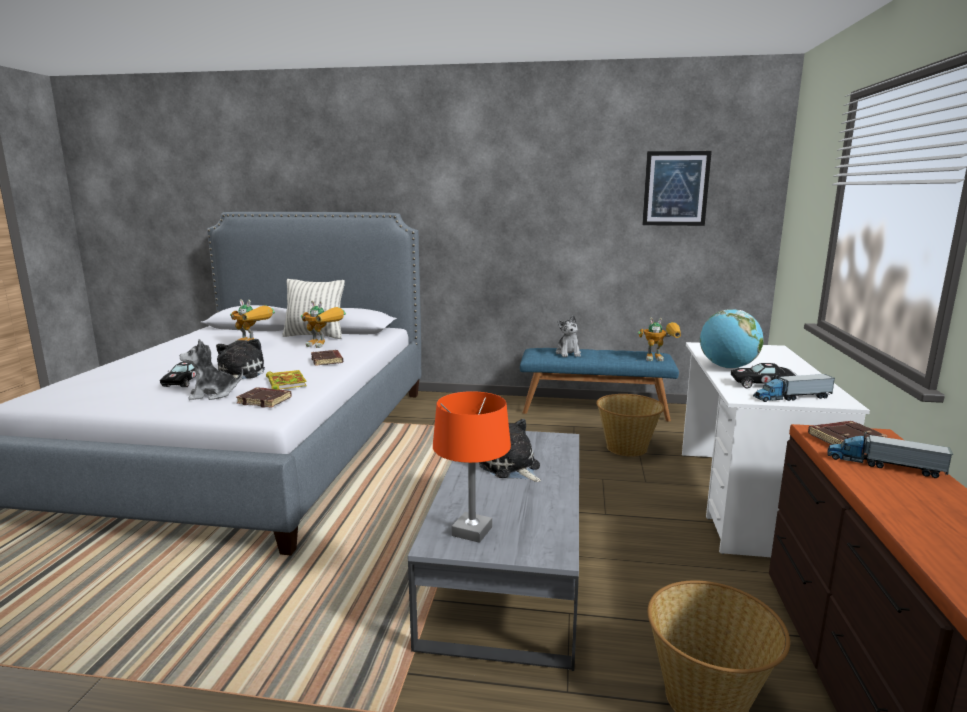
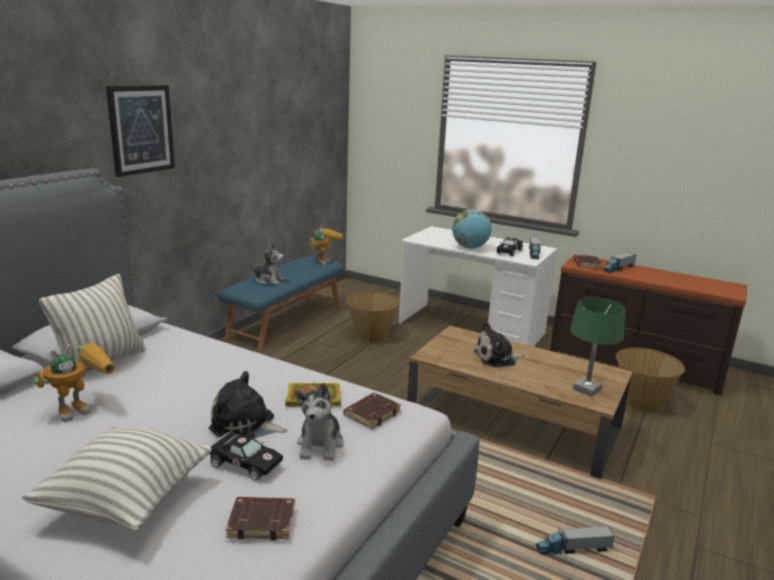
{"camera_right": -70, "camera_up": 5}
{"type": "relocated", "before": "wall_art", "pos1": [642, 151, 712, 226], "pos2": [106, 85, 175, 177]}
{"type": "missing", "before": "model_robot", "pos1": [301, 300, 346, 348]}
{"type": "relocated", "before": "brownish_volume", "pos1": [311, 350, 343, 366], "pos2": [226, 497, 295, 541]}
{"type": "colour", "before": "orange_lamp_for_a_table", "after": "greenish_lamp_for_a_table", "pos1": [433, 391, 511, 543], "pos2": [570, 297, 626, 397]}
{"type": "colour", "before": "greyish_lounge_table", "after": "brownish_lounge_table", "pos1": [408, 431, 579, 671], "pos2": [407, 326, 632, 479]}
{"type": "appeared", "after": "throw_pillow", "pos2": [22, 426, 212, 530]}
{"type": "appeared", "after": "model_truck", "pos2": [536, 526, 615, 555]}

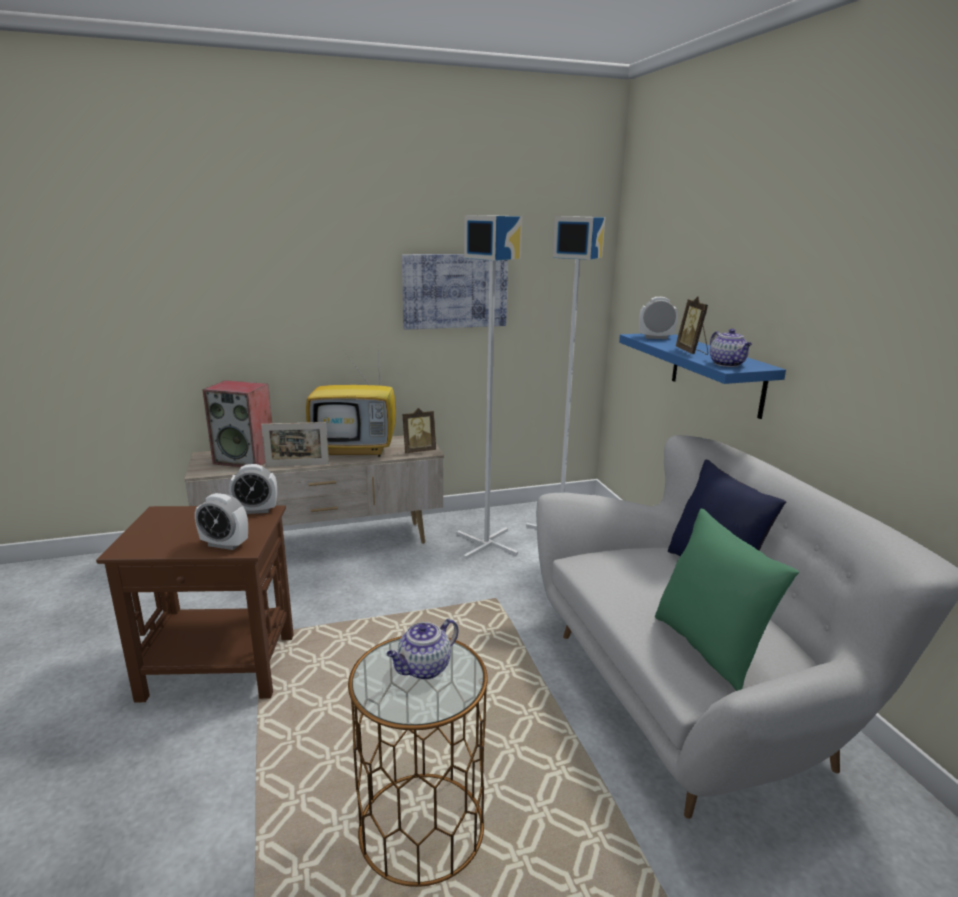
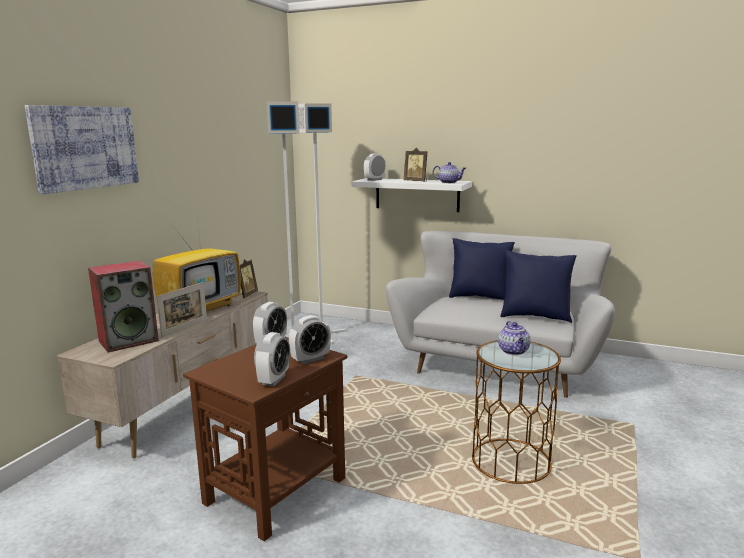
{"camera_right": -50, "camera_up": -5}
{"type": "relocated", "before": "wall_art", "pos1": [402, 254, 508, 330], "pos2": [25, 105, 139, 194]}
{"type": "colour", "before": "blue_wall_shelf", "after": "white_wall_shelf", "pos1": [619, 334, 786, 419], "pos2": [352, 178, 472, 212]}
{"type": "colour", "before": "greenish_throw_pillow", "after": "blue_throw_pillow", "pos1": [655, 509, 799, 691], "pos2": [500, 250, 577, 323]}
{"type": "appeared", "after": "table_clock", "pos2": [254, 332, 290, 386]}

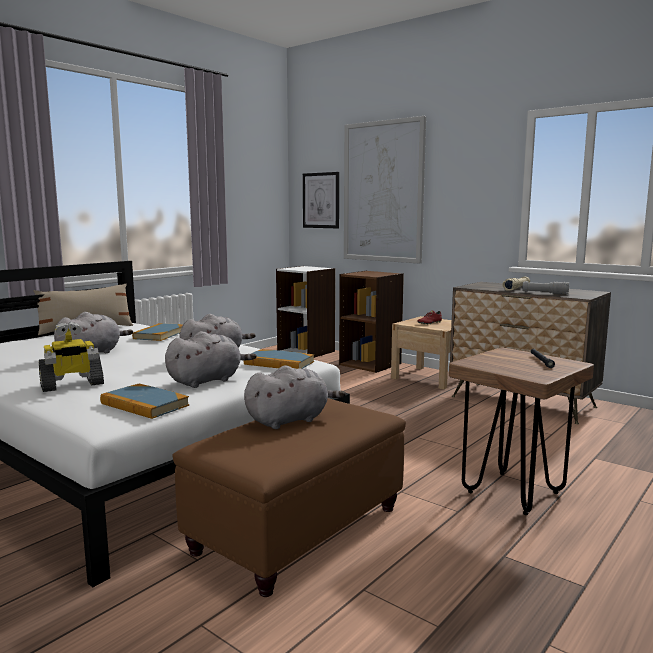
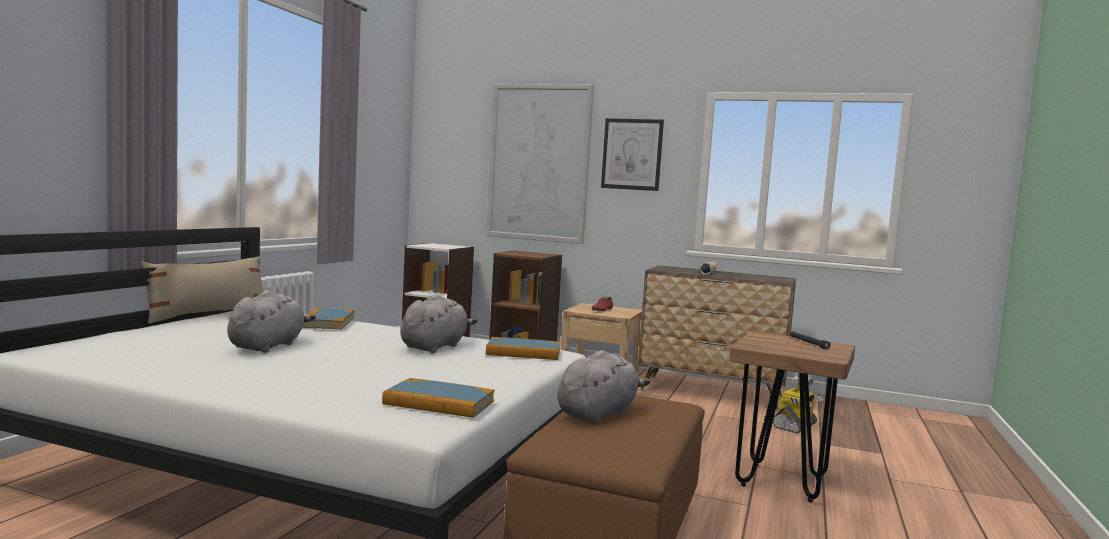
{"camera_right": -20, "camera_up": -5}
{"type": "relocated", "before": "wall_art", "pos1": [303, 172, 339, 228], "pos2": [601, 118, 664, 191]}
{"type": "missing", "before": "greyish_torch", "pos1": [522, 281, 569, 294]}
{"type": "relocated", "before": "model_robot", "pos1": [39, 322, 104, 392], "pos2": [773, 375, 824, 433]}
{"type": "missing", "before": "greyish_soft_toy", "pos1": [165, 331, 257, 388]}

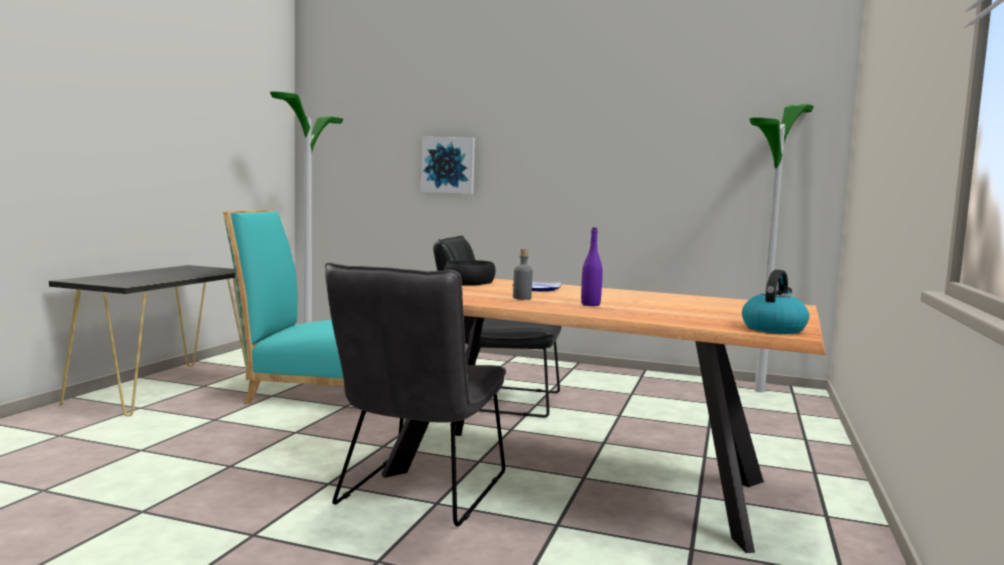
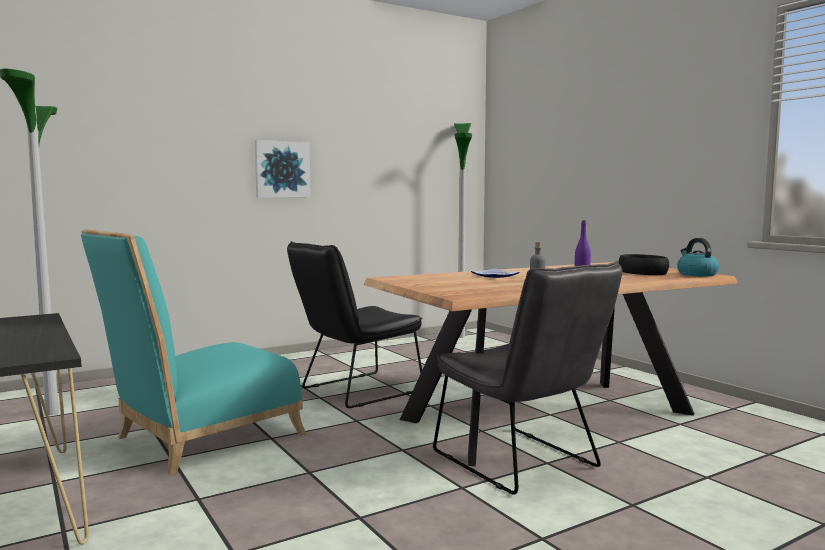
{"camera_right": -50, "camera_up": 0}
{"type": "relocated", "before": "wall_art", "pos1": [421, 137, 475, 194], "pos2": [255, 140, 311, 197]}
{"type": "relocated", "before": "black_bowl", "pos1": [444, 260, 495, 285], "pos2": [618, 254, 669, 275]}

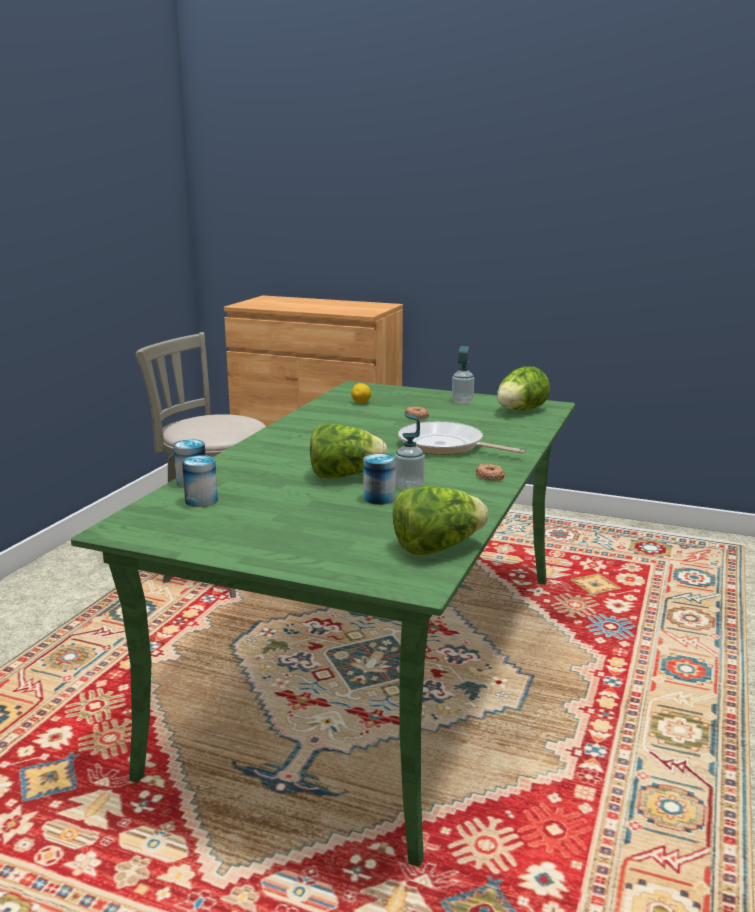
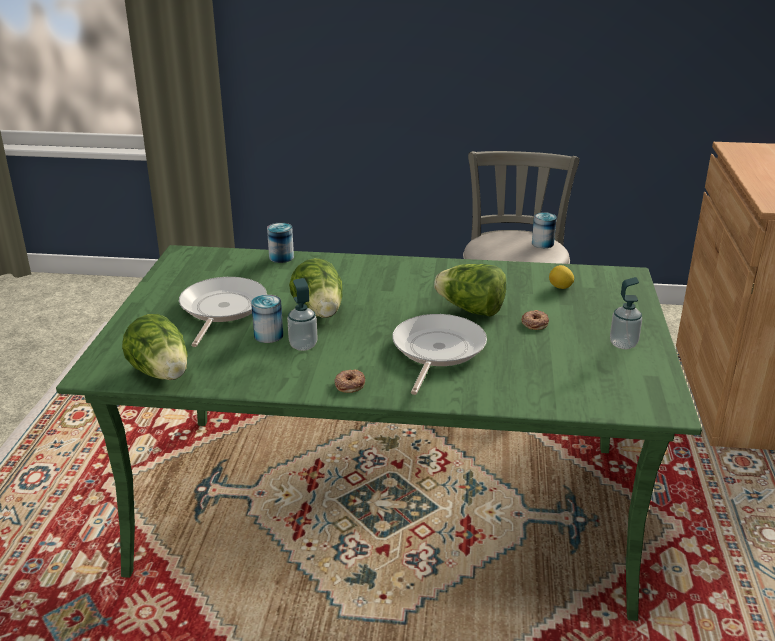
{"camera_right": 75, "camera_up": 10}
{"type": "relocated", "before": "lettuce_head", "pos1": [497, 366, 550, 411], "pos2": [434, 264, 506, 317]}
{"type": "relocated", "before": "can", "pos1": [182, 455, 218, 507], "pos2": [532, 212, 557, 248]}
{"type": "appeared", "after": "skillet", "pos2": [179, 277, 267, 347]}

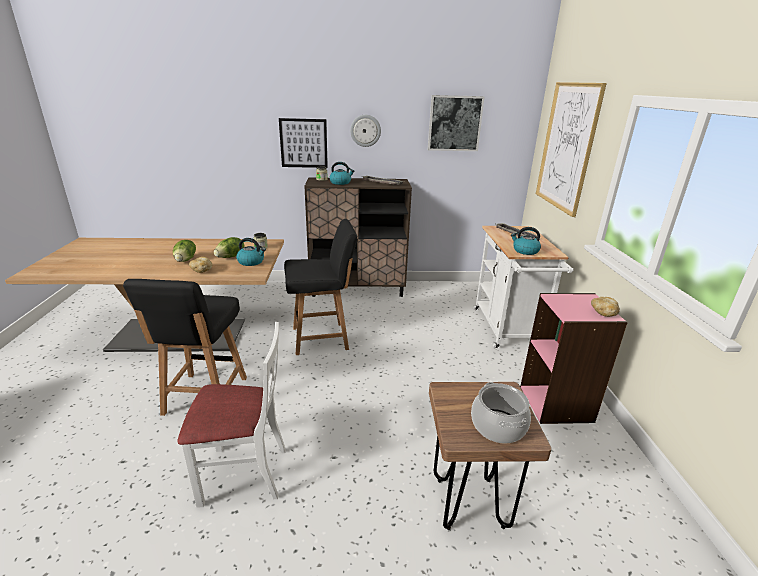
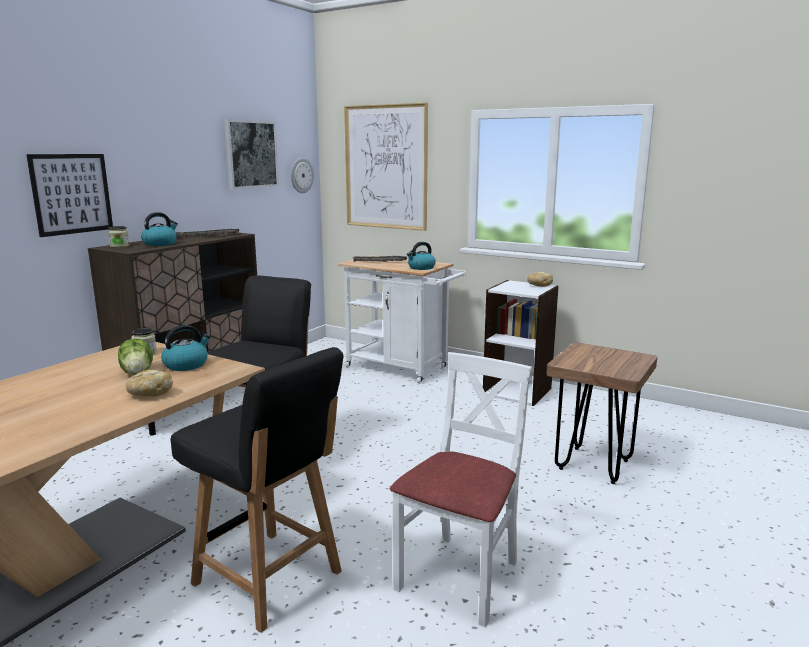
{"camera_right": -55, "camera_up": -10}
{"type": "relocated", "before": "hanging_clock", "pos1": [350, 115, 381, 147], "pos2": [291, 158, 314, 193]}
{"type": "missing", "before": "lettuce_head", "pos1": [173, 240, 196, 262]}
{"type": "colour", "before": "pink-coloured_bookcase", "after": "white_bookcase", "pos1": [520, 293, 628, 424], "pos2": [483, 280, 559, 406]}
{"type": "missing", "before": "saucepot", "pos1": [471, 382, 531, 444]}

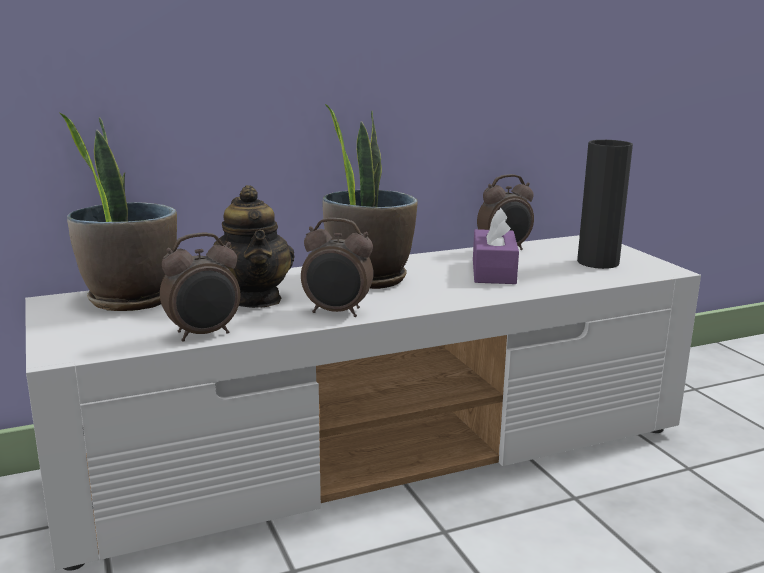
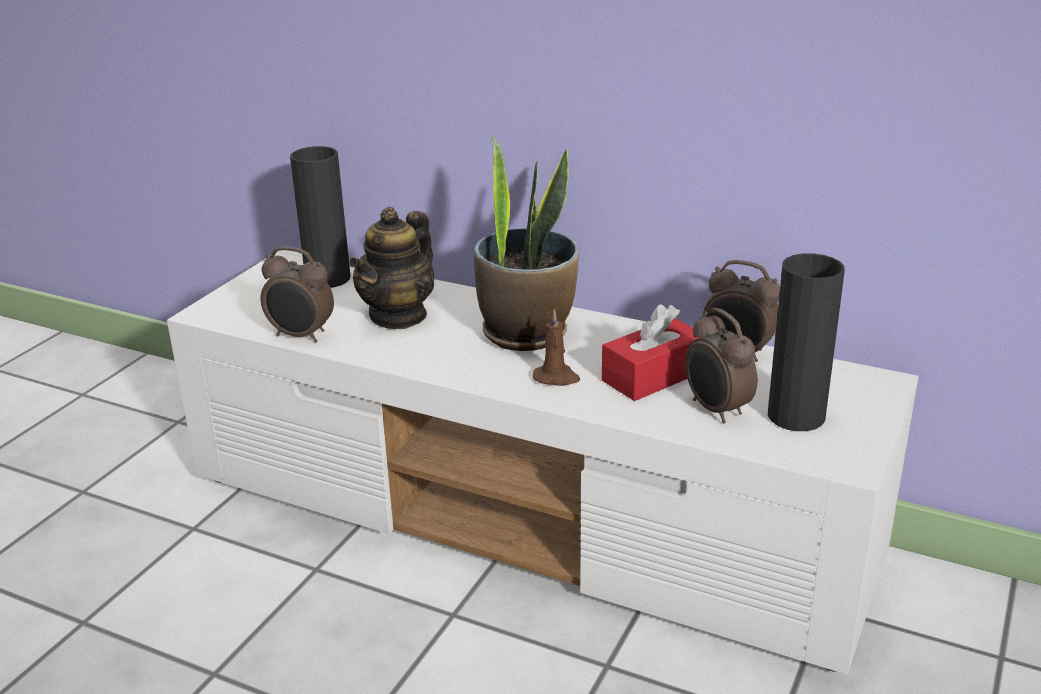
{"camera_right": 50, "camera_up": 10}
{"type": "exchanged", "before": "houseplant", "after": "black_decorative_vase", "pos1": [60, 113, 177, 311], "pos2": [290, 146, 351, 288]}
{"type": "colour", "before": "purplish_box_of_tissues", "after": "red-coloured_box_of_tissues", "pos1": [473, 208, 519, 284], "pos2": [602, 304, 702, 401]}
{"type": "relocated", "before": "table_clock", "pos1": [301, 218, 373, 317], "pos2": [685, 308, 757, 424]}
{"type": "appeared", "after": "brownish_candle", "pos2": [533, 309, 580, 386]}

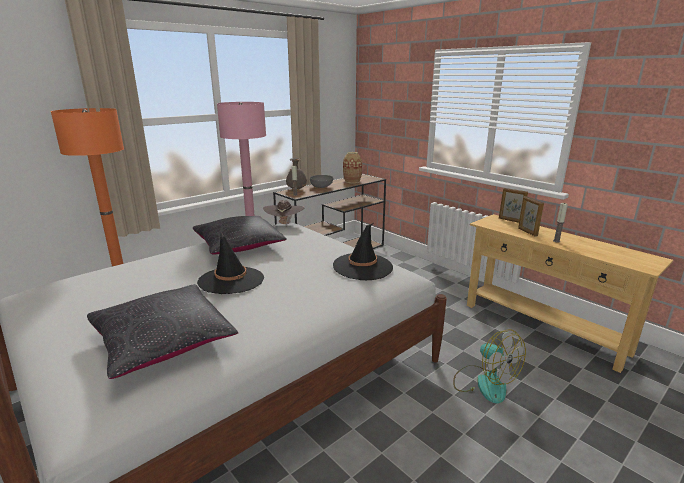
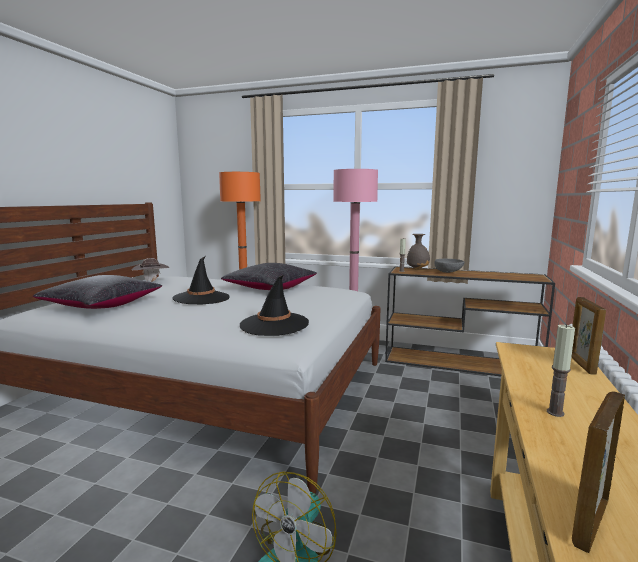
{"camera_right": 60, "camera_up": -10}
{"type": "missing", "before": "decorative_vase", "pos1": [343, 152, 362, 183]}
{"type": "relocated", "before": "standing_frame", "pos1": [518, 196, 544, 237], "pos2": [572, 391, 625, 553]}
{"type": "relocated", "before": "brownish_wearable_hat", "pos1": [263, 200, 304, 226], "pos2": [132, 258, 170, 282]}

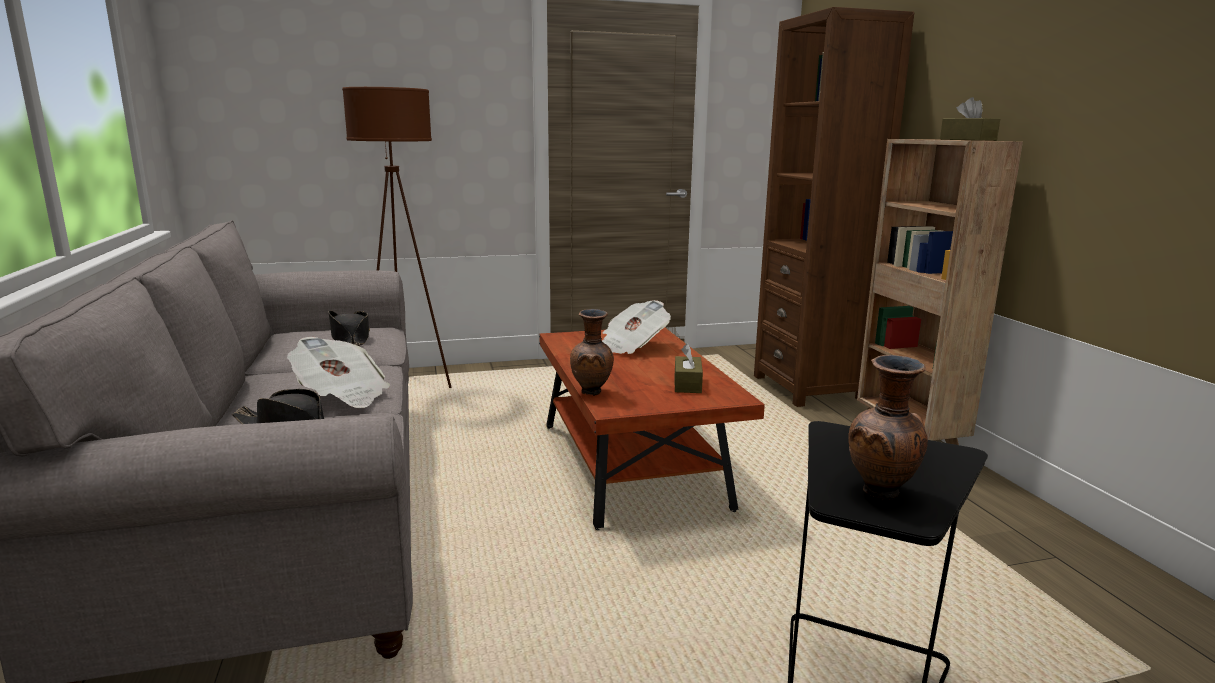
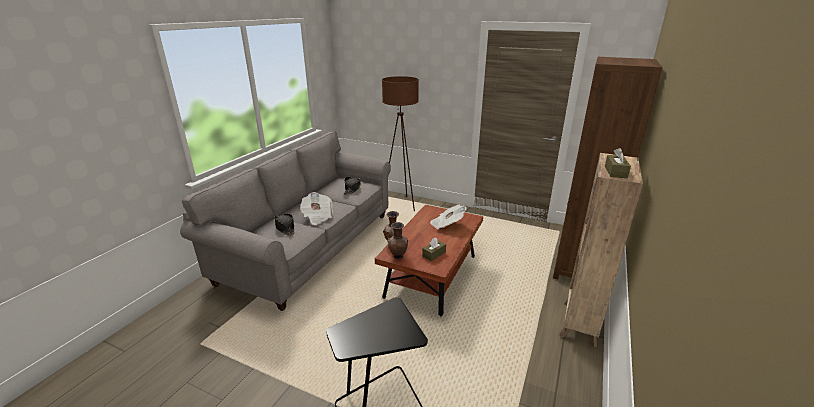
{"camera_right": 40, "camera_up": 10}
{"type": "relocated", "before": "brownish_decorative_vase", "pos1": [848, 355, 928, 500], "pos2": [388, 222, 408, 259]}

